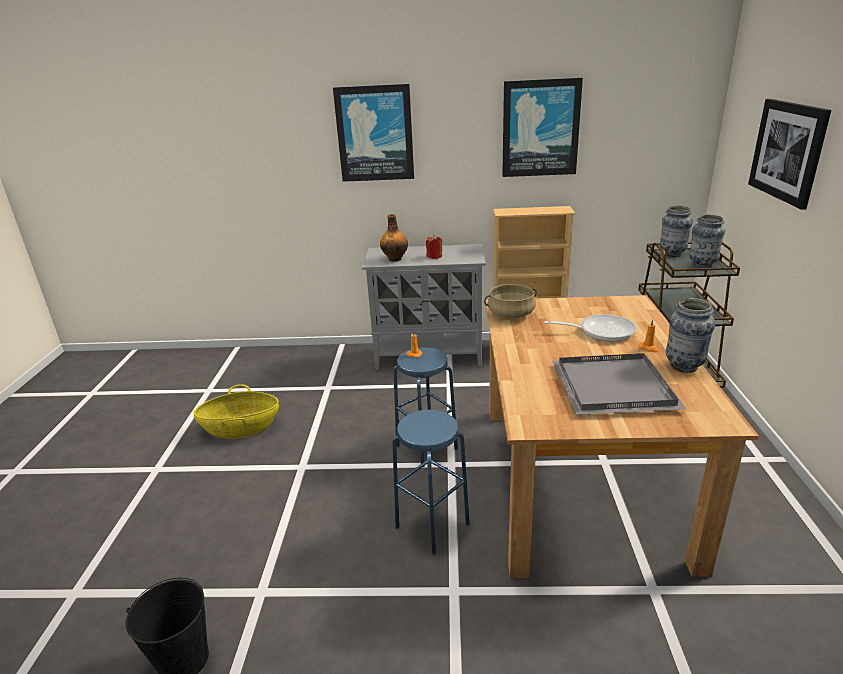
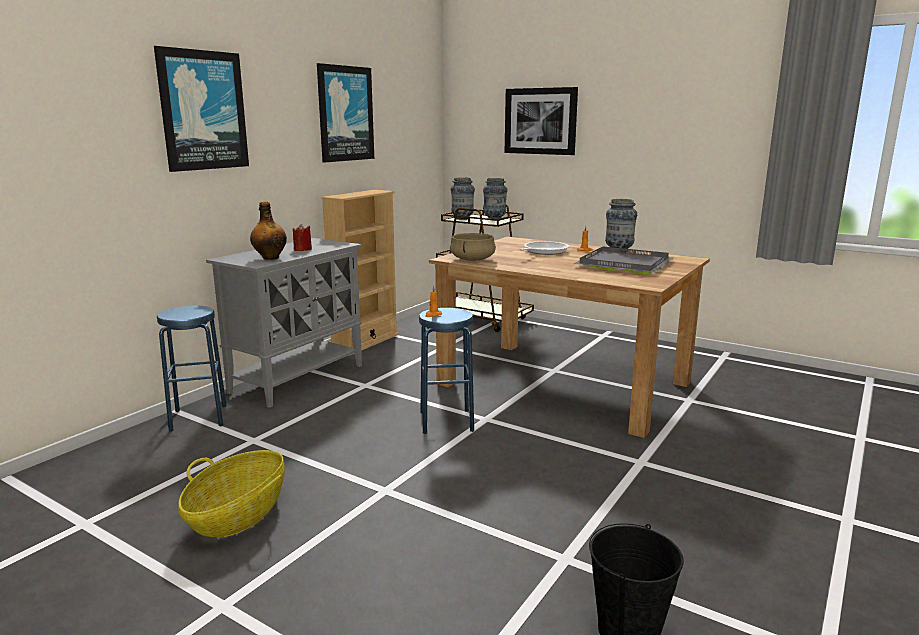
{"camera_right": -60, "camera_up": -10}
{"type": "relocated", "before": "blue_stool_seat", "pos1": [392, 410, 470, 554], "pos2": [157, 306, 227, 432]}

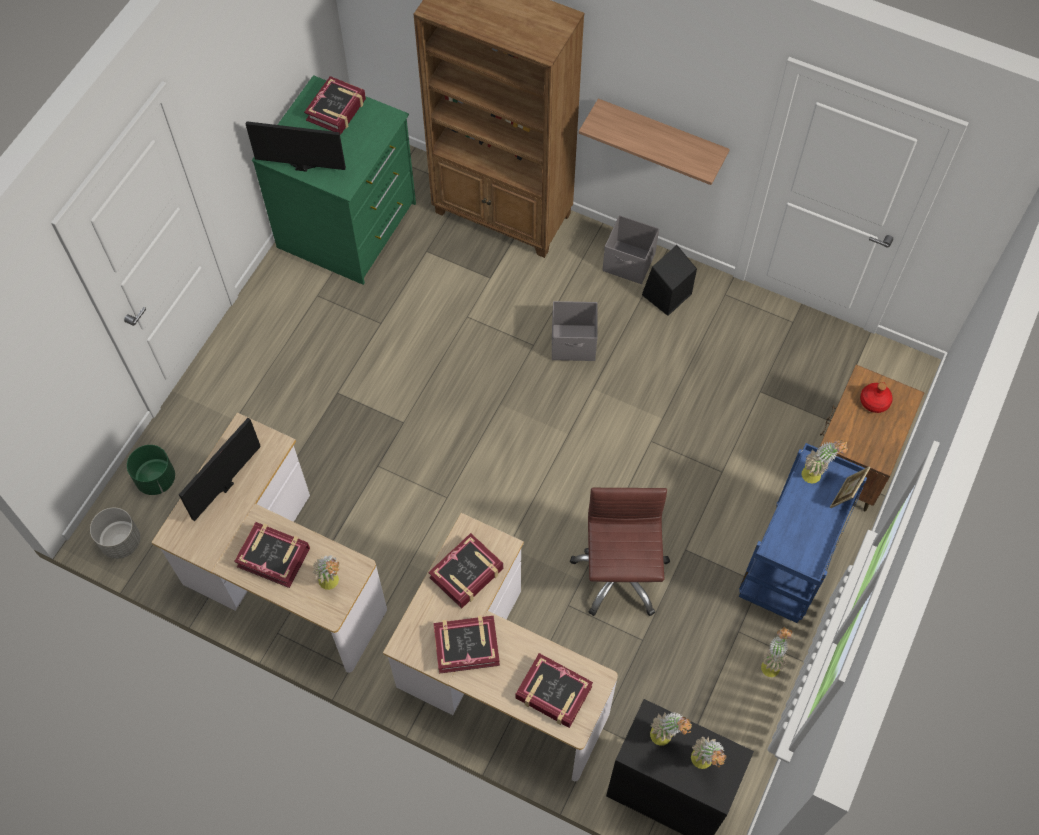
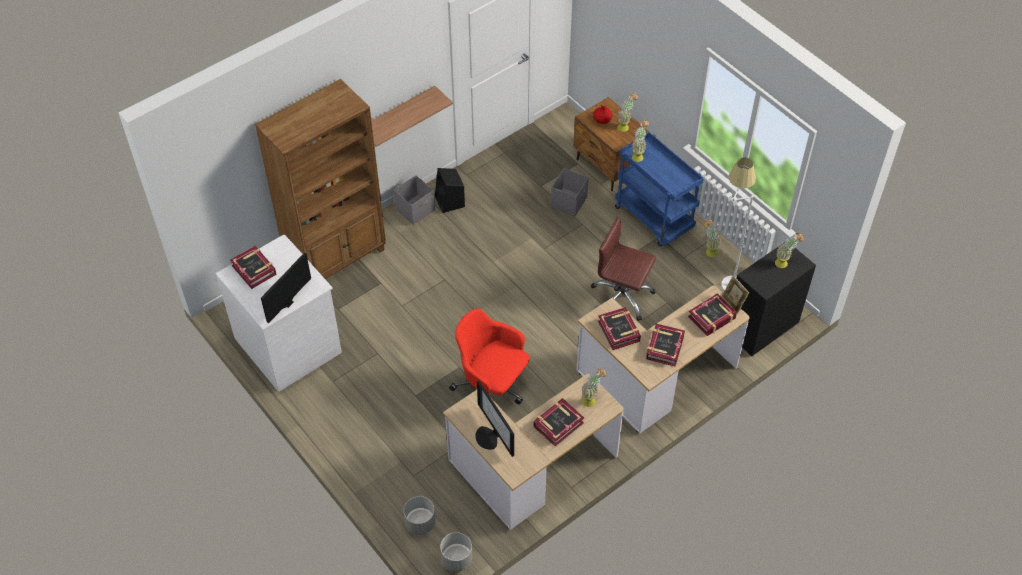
{"camera_right": -65, "camera_up": -10}
{"type": "colour", "before": "greenish_dresser", "after": "white_dresser", "pos1": [252, 75, 416, 285], "pos2": [216, 234, 342, 392]}
{"type": "relocated", "before": "greyish_storage_bin", "pos1": [552, 301, 598, 361], "pos2": [551, 168, 589, 216]}
{"type": "colour", "before": "greenish_plant_pot", "after": "greyish_plant_pot", "pos1": [127, 445, 175, 495], "pos2": [404, 496, 435, 535]}
{"type": "relocated", "before": "standing_frame", "pos1": [830, 466, 871, 508], "pos2": [722, 275, 749, 314]}
{"type": "relocated", "before": "houseplant", "pos1": [650, 712, 692, 746], "pos2": [618, 93, 638, 132]}
{"type": "appeared", "after": "white_standing_lamp", "pos2": [721, 158, 756, 290]}
{"type": "appeared", "after": "red-coloured_office_chair", "pos2": [449, 309, 529, 404]}

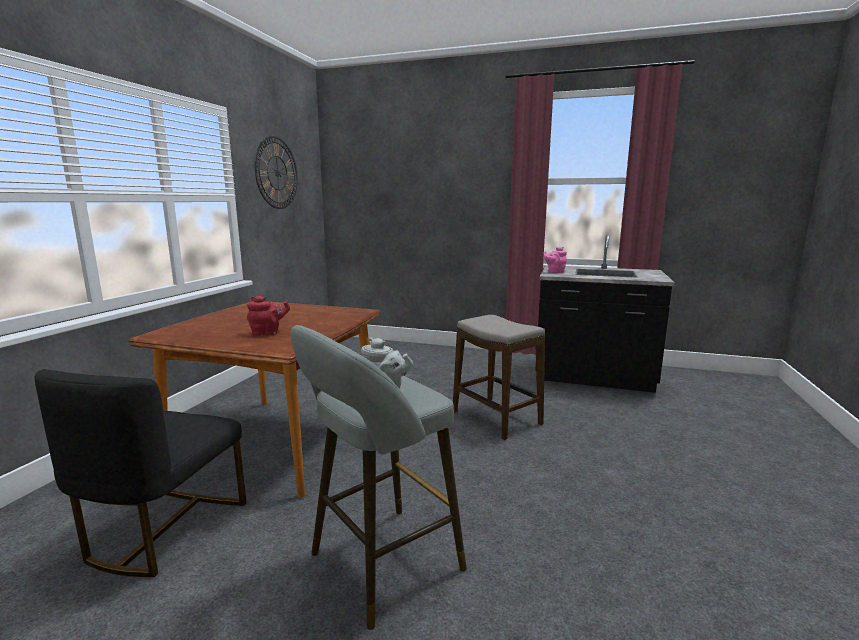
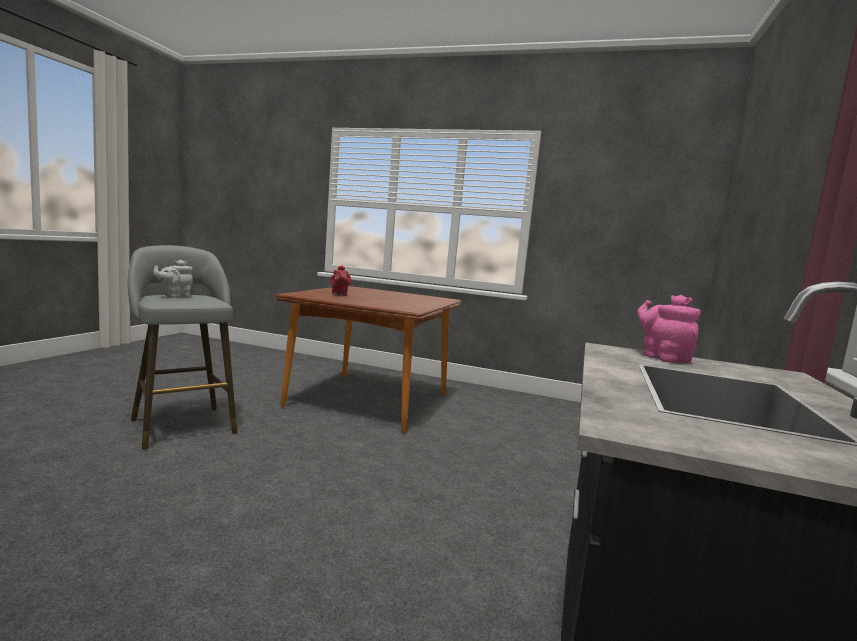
{"camera_right": 90, "camera_up": -5}
{"type": "missing", "before": "hanging_clock", "pos1": [255, 136, 298, 209]}
{"type": "missing", "before": "stool_seat", "pos1": [453, 315, 545, 440]}
{"type": "missing", "before": "black_chair", "pos1": [34, 369, 246, 577]}

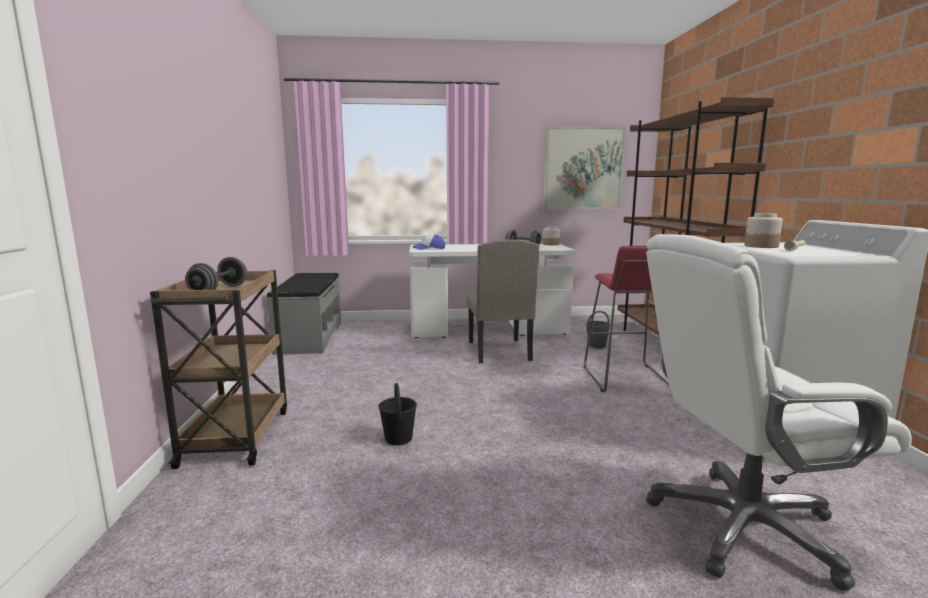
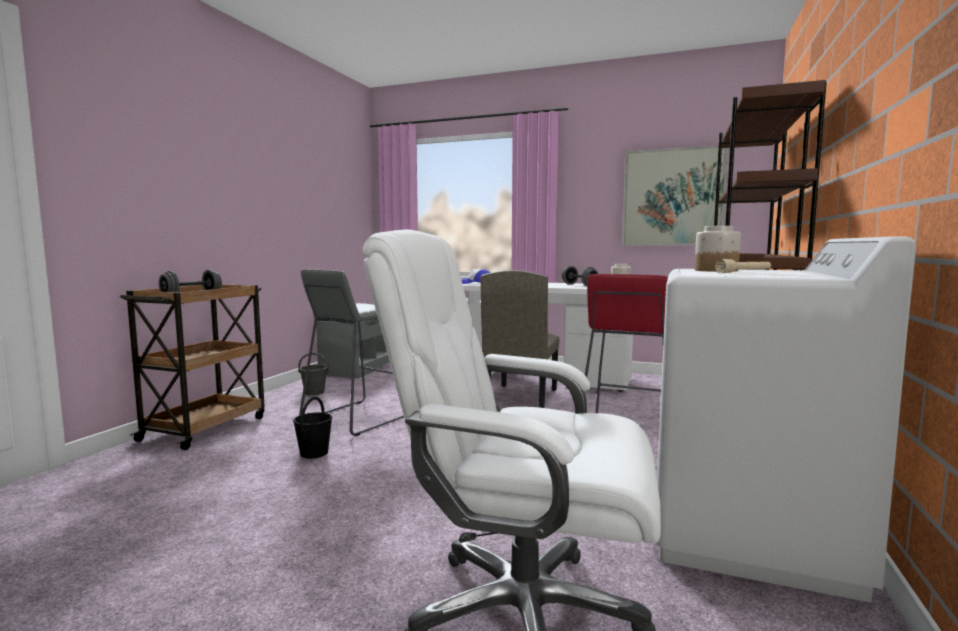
{"camera_right": 25, "camera_up": -5}
{"type": "relocated", "before": "greyish_pail", "pos1": [586, 311, 610, 349], "pos2": [298, 353, 329, 395]}
{"type": "appeared", "after": "greyish_stool_seat", "pos2": [299, 270, 404, 436]}

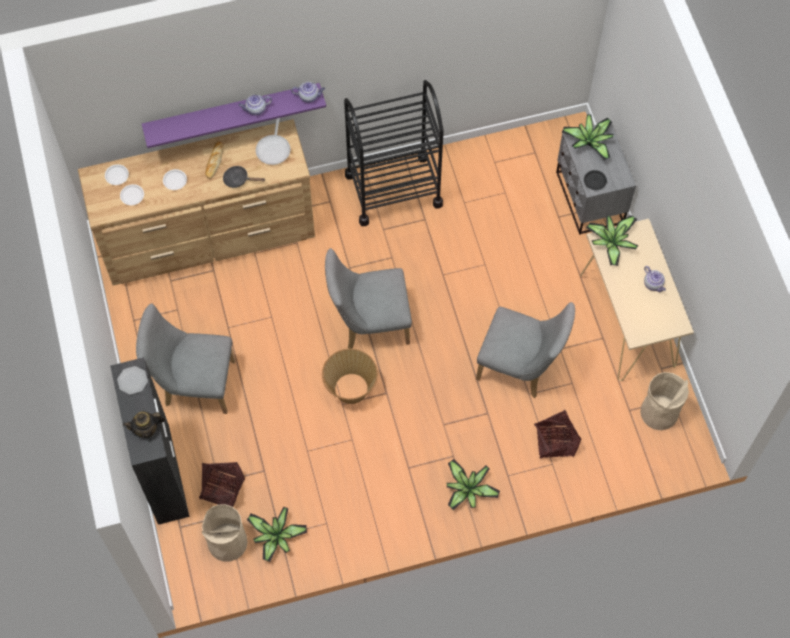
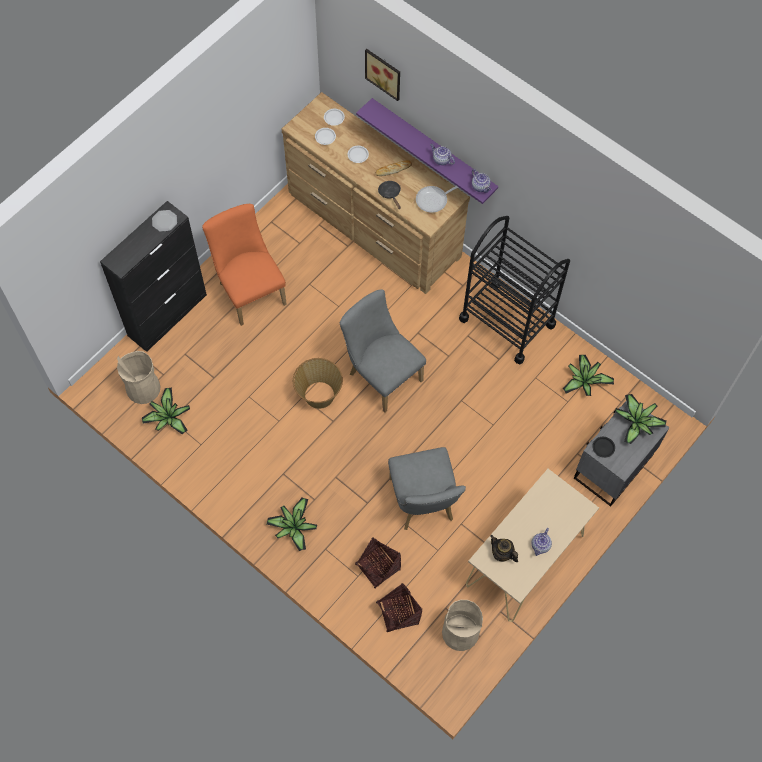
{"camera_right": 55, "camera_up": 0}
{"type": "relocated", "before": "houseplant", "pos1": [586, 215, 638, 266], "pos2": [563, 355, 614, 396]}
{"type": "colour", "before": "greyish_chair", "after": "orange_chair", "pos1": [136, 303, 236, 414], "pos2": [202, 204, 287, 326]}
{"type": "relocated", "before": "tea_pot", "pos1": [123, 411, 165, 438], "pos2": [490, 535, 518, 562]}
{"type": "relocated", "before": "basket", "pos1": [199, 462, 245, 507], "pos2": [376, 583, 422, 632]}
{"type": "appeared", "after": "wall_art", "pos2": [365, 49, 400, 101]}

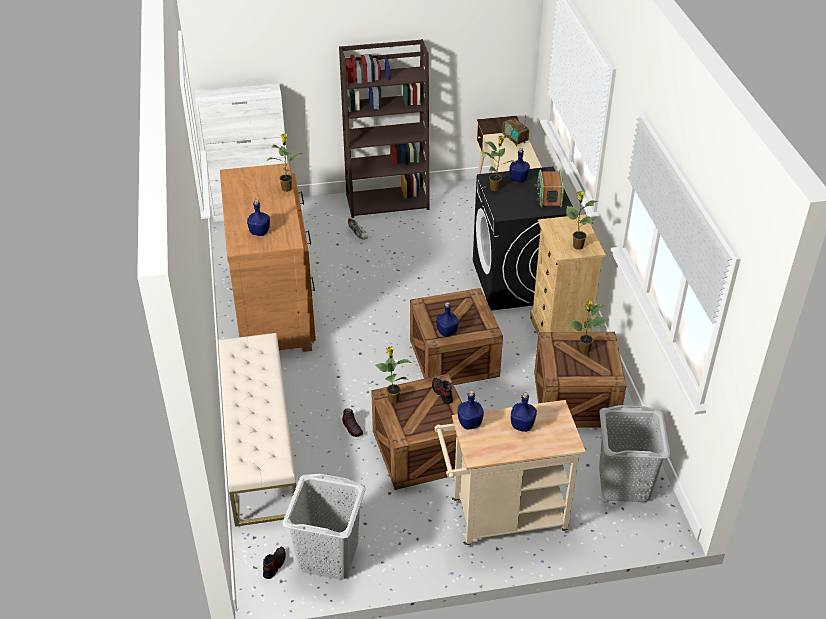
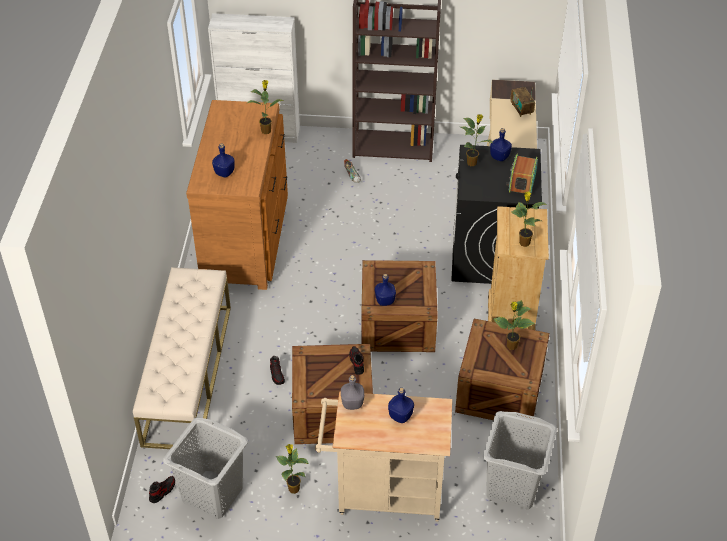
{"camera_right": 15, "camera_up": 5}
{"type": "relocated", "before": "houseplant", "pos1": [375, 346, 411, 404], "pos2": [276, 444, 309, 494]}
{"type": "colour", "before": "blue_beverage_bottle", "after": "greyish_beverage_bottle", "pos1": [457, 390, 484, 429], "pos2": [341, 375, 364, 410]}

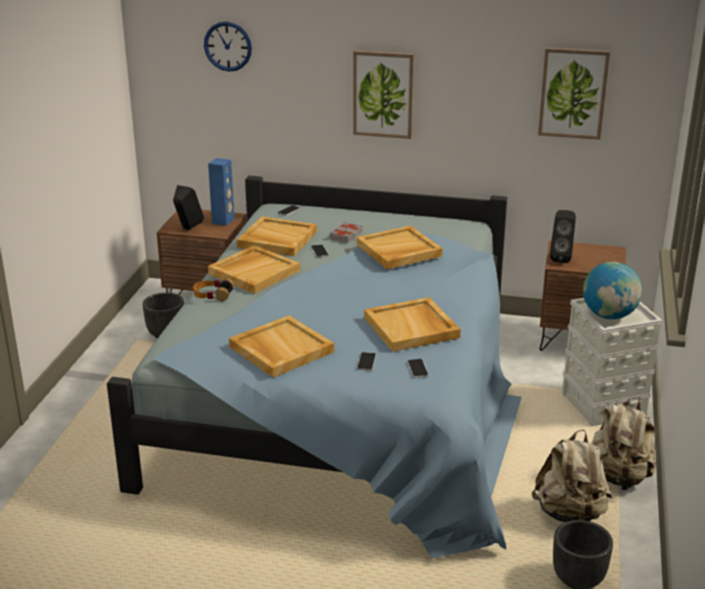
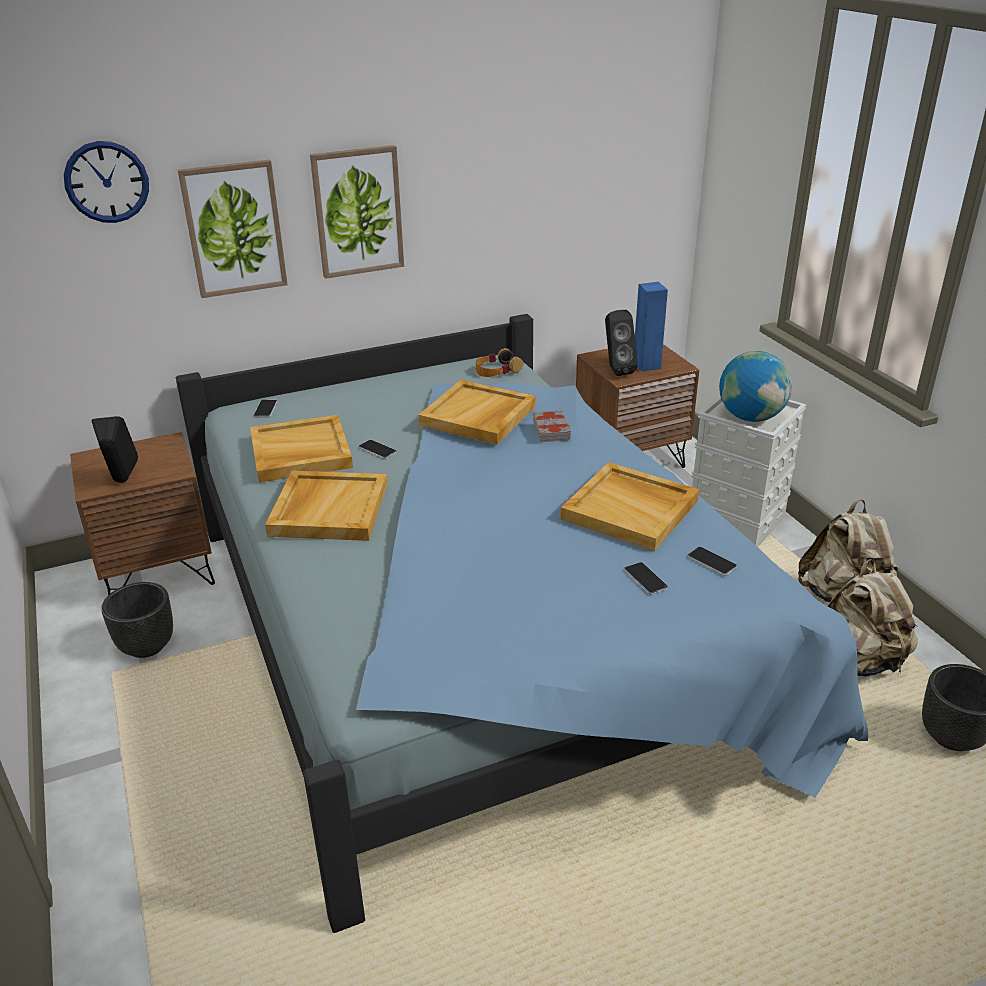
{"camera_right": -35, "camera_up": 5}
{"type": "relocated", "before": "wall_art", "pos1": [538, 48, 610, 140], "pos2": [178, 160, 288, 298]}
{"type": "relocated", "before": "blue_loudspeaker", "pos1": [208, 158, 235, 226], "pos2": [635, 282, 668, 371]}
{"type": "relocated", "before": "greyish_volume", "pos1": [330, 222, 363, 243], "pos2": [533, 409, 571, 442]}
{"type": "relocated", "before": "pair_of_headphones", "pos1": [193, 278, 234, 301], "pos2": [476, 348, 523, 377]}
{"type": "missing", "before": "sand-coloured_serving_tray", "pos1": [229, 315, 334, 378]}

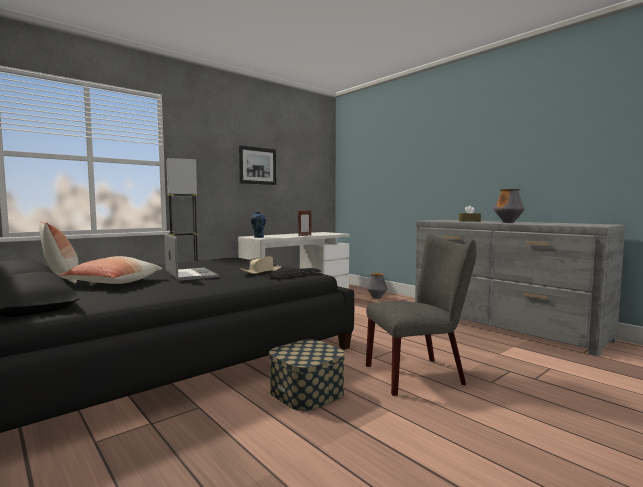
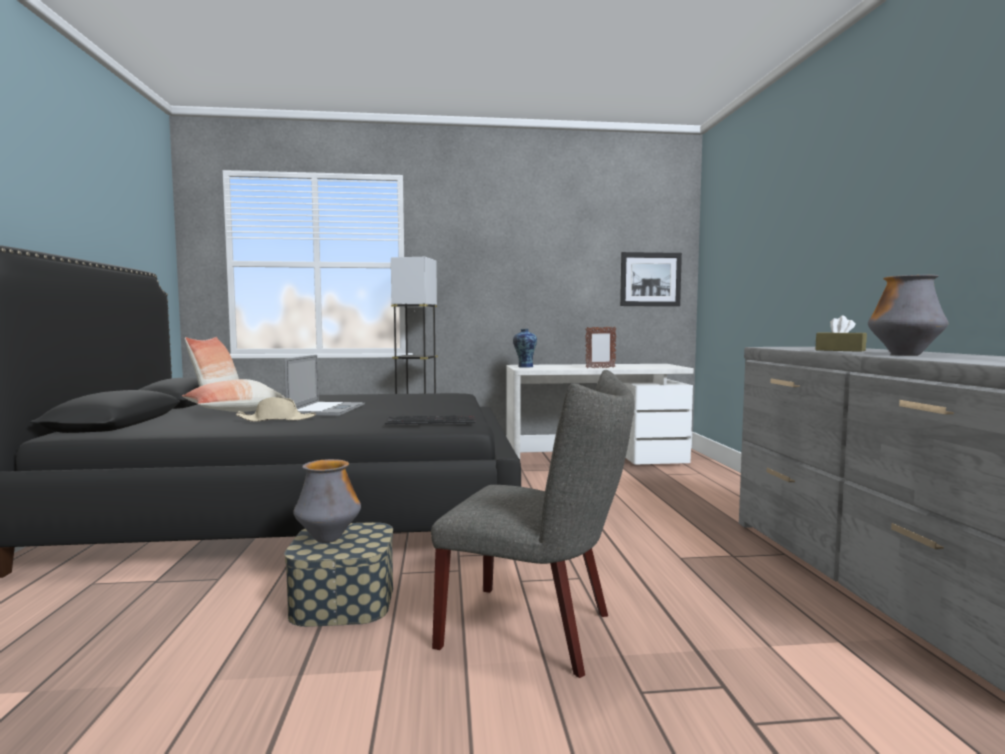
{"camera_right": 35, "camera_up": 0}
{"type": "relocated", "before": "wall_art", "pos1": [239, 145, 276, 185], "pos2": [620, 252, 682, 306]}
{"type": "relocated", "before": "sand-coloured_wearable_hat", "pos1": [240, 256, 282, 274], "pos2": [236, 397, 316, 422]}
{"type": "relocated", "before": "decorative_vase", "pos1": [367, 273, 388, 299], "pos2": [293, 459, 361, 543]}

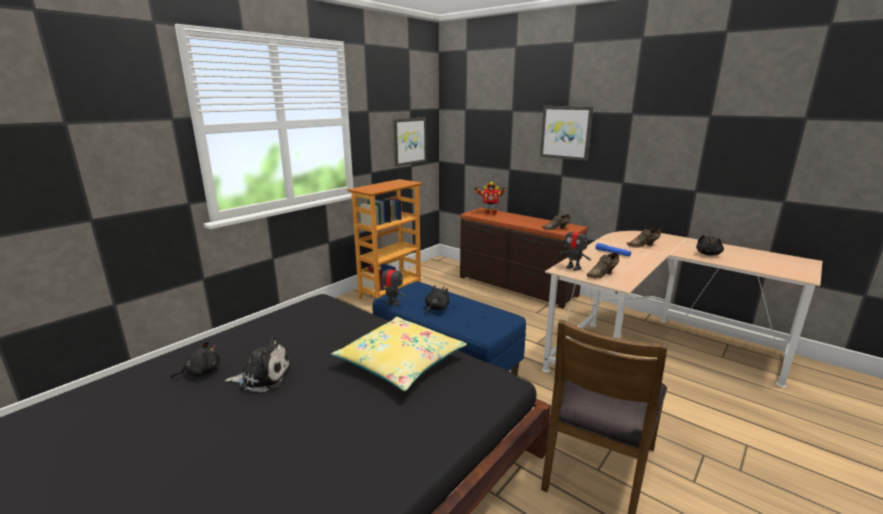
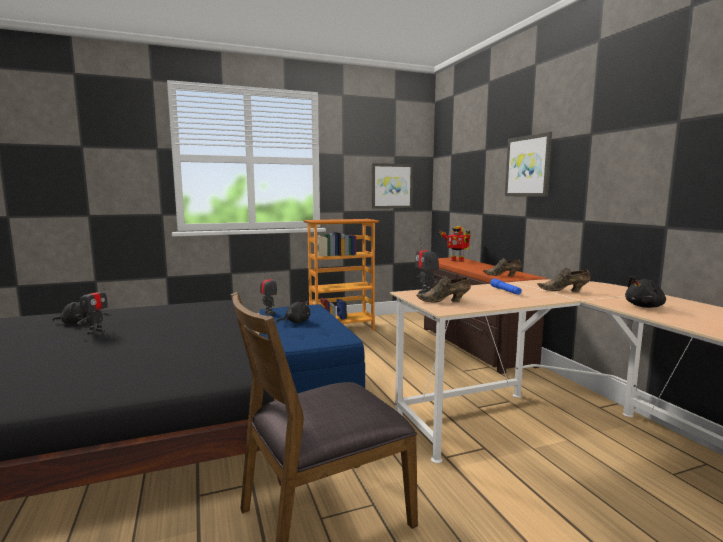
{"camera_right": 30, "camera_up": -10}
{"type": "missing", "before": "yellow-coloured_throw_pillow", "pos1": [331, 317, 467, 392]}
{"type": "exchanged", "before": "soft_toy", "after": "model_robot", "pos1": [225, 337, 291, 392], "pos2": [77, 283, 111, 335]}

